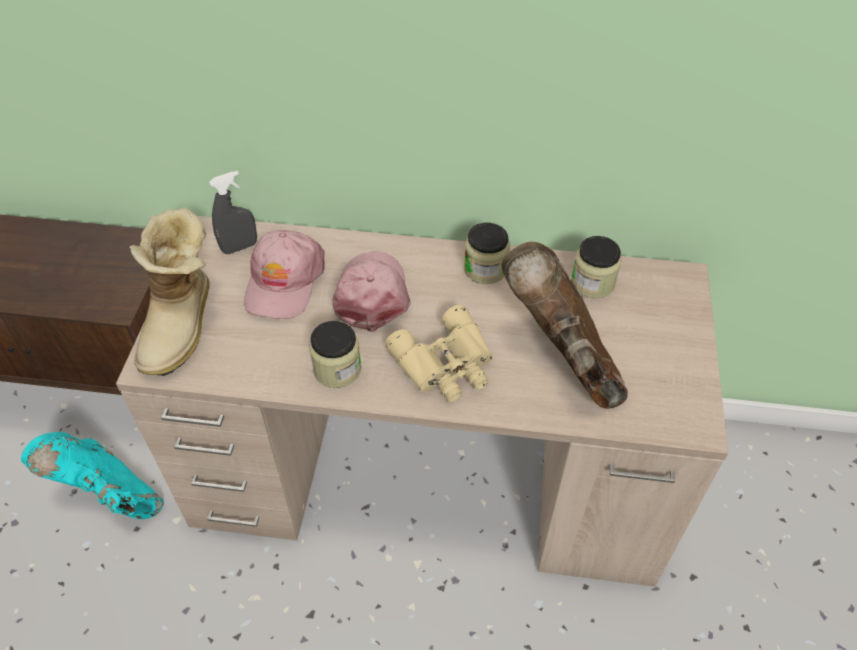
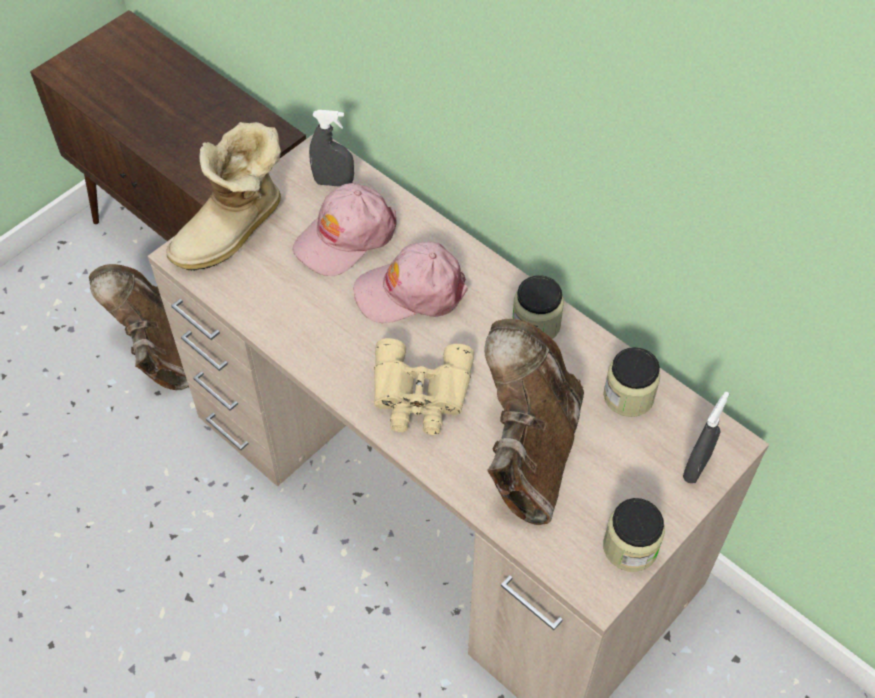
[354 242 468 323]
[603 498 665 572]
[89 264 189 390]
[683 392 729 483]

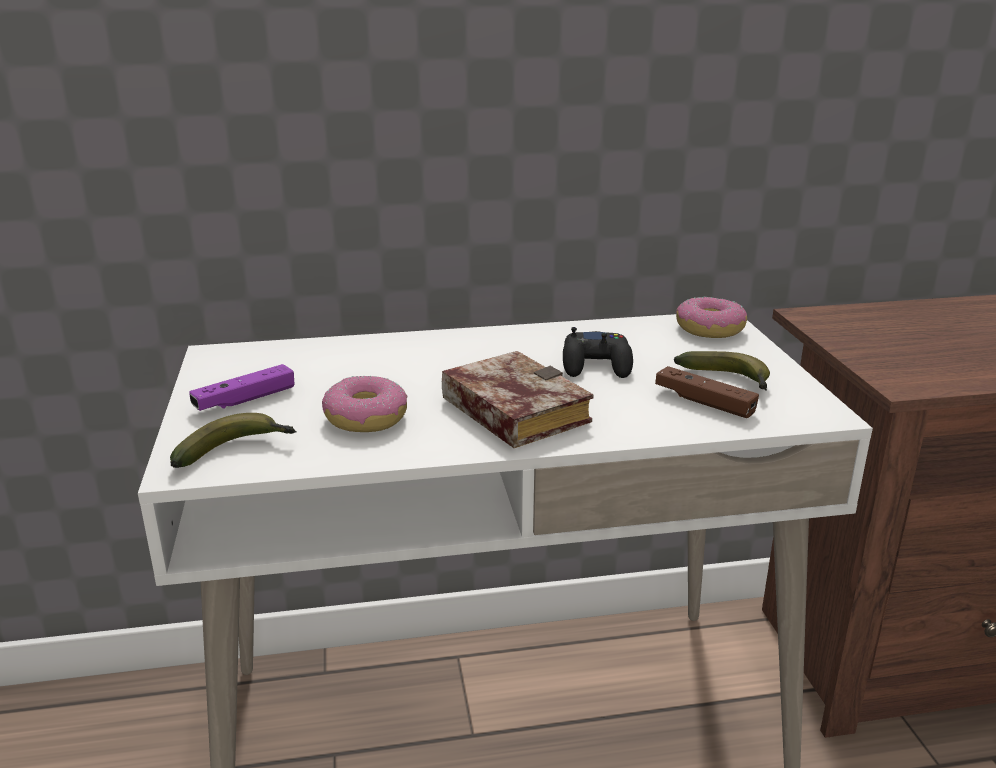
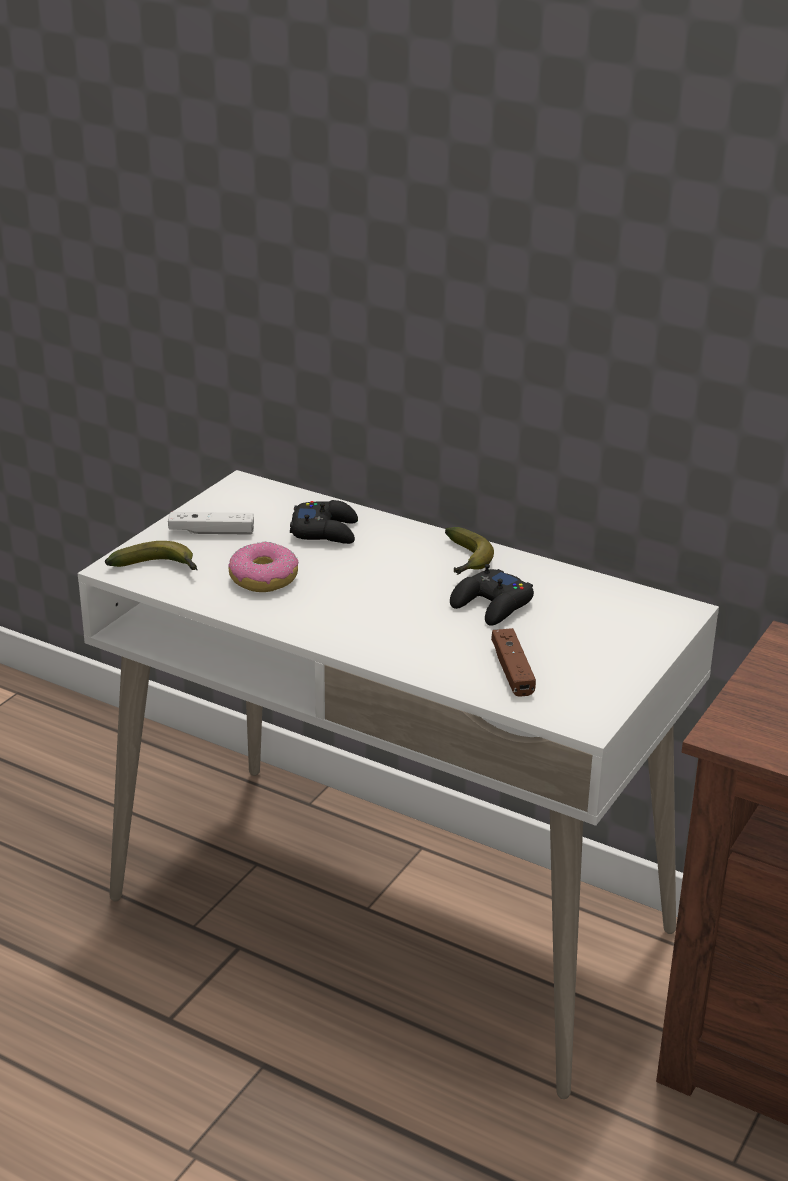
[676 296 747 338] (first image)
[442 351 594 448] (first image)
[445 527 494 575]
[168 512 254 535]
[290 500 358 544]

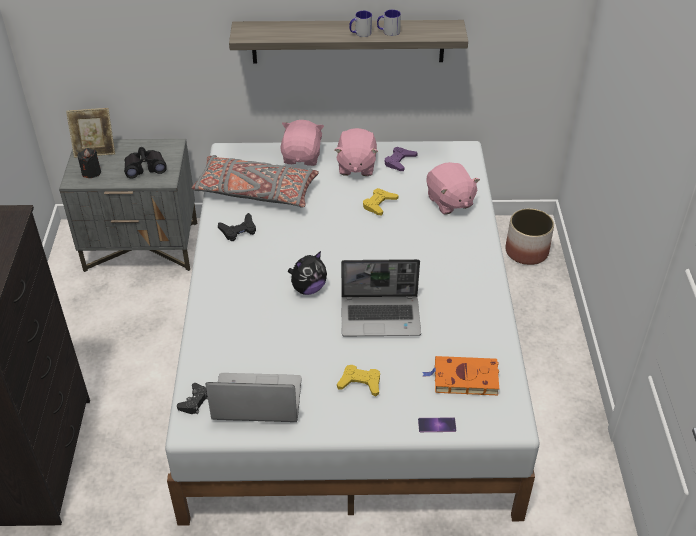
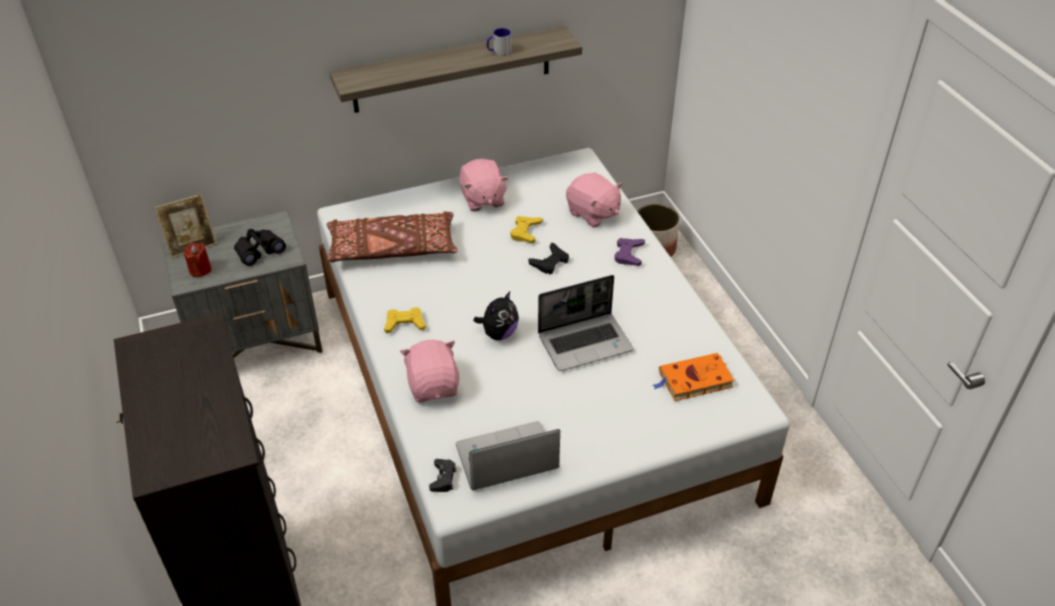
[349 11 372 37] (first image)
[400 340 460 402]
[614 238 645 266]
[184 243 212 277]
[327 211 458 262]
[528 242 569 275]
[384 307 426 333]
[418 417 456 432] (first image)

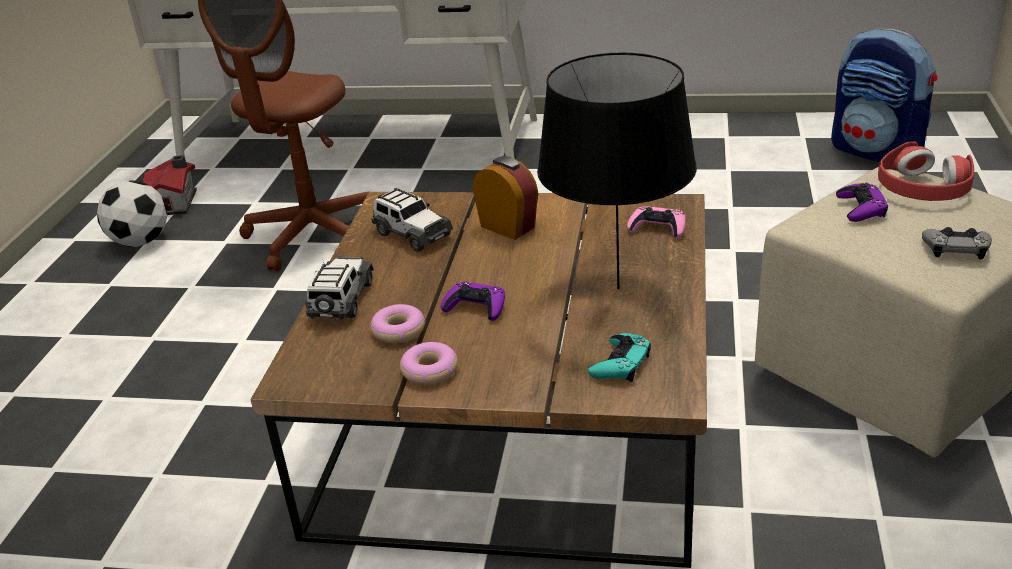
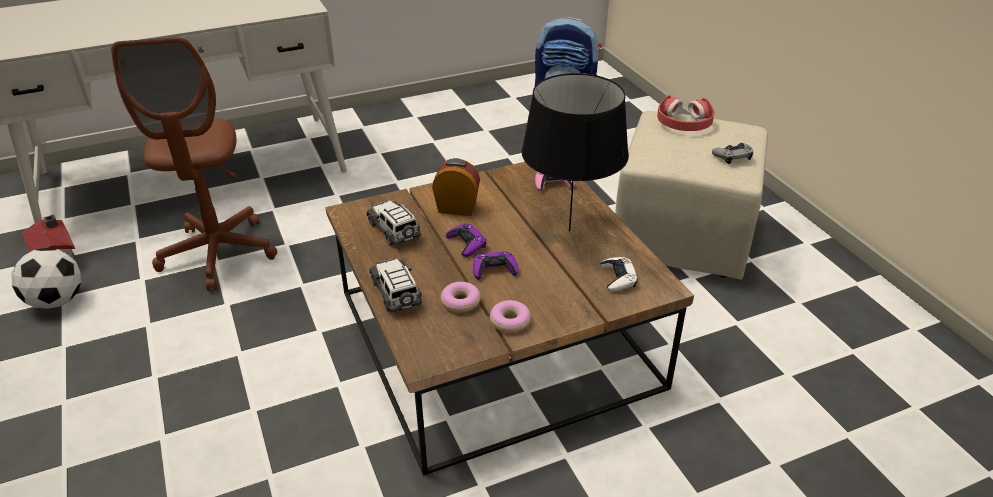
[446 223 486 257]
[366 199 421 246]
[600 257 638 292]

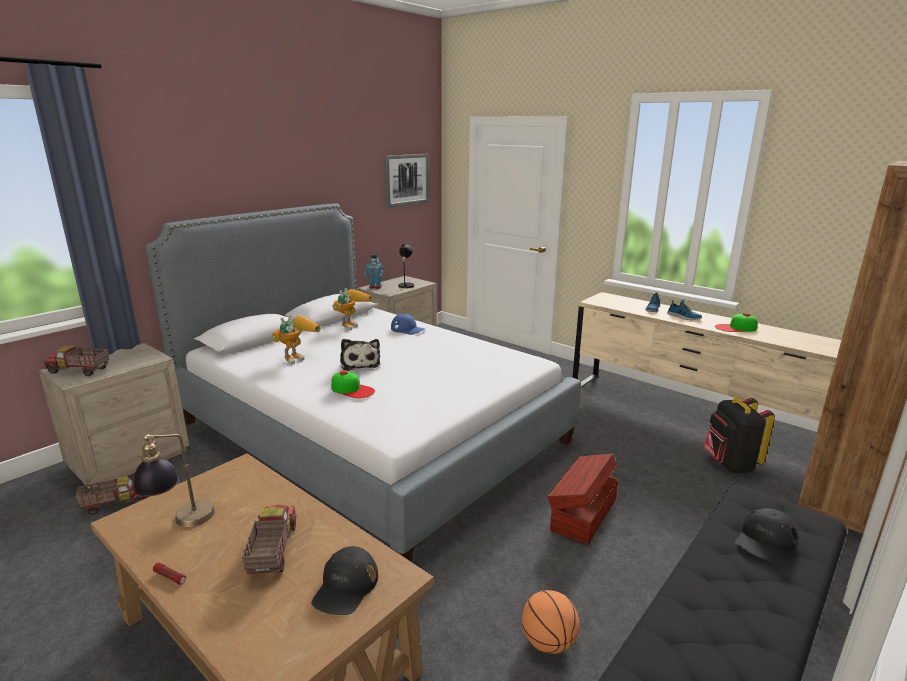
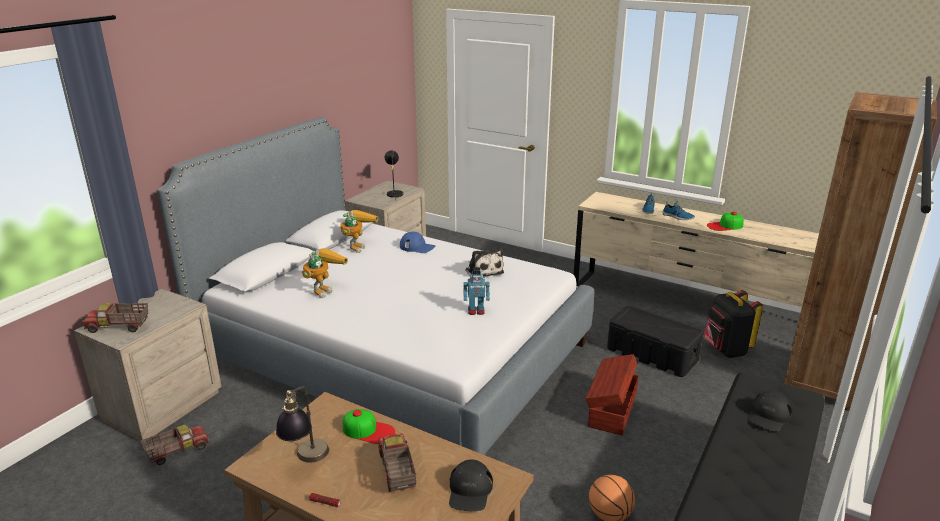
[385 154 429 208] (first image)
[463 267 490 315]
[465 248 504 278]
[343 409 395 444]
[607 306 703 377]

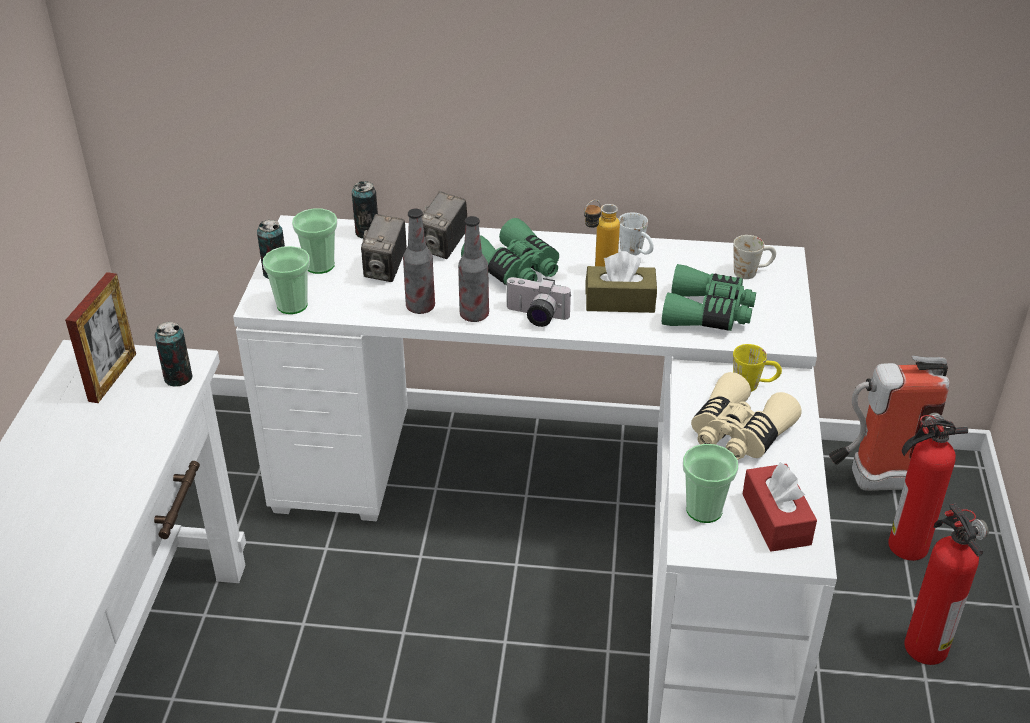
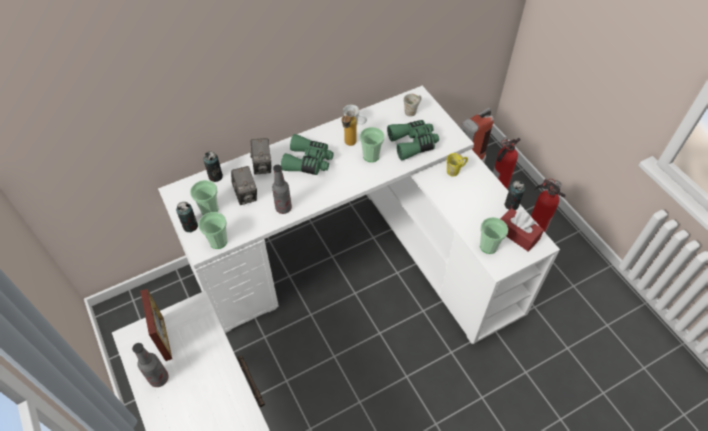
[132 343 168 387]
[360 127 384 162]
[505 277 571 327] (first image)
[504 181 525 210]
[691 372 802 460] (first image)

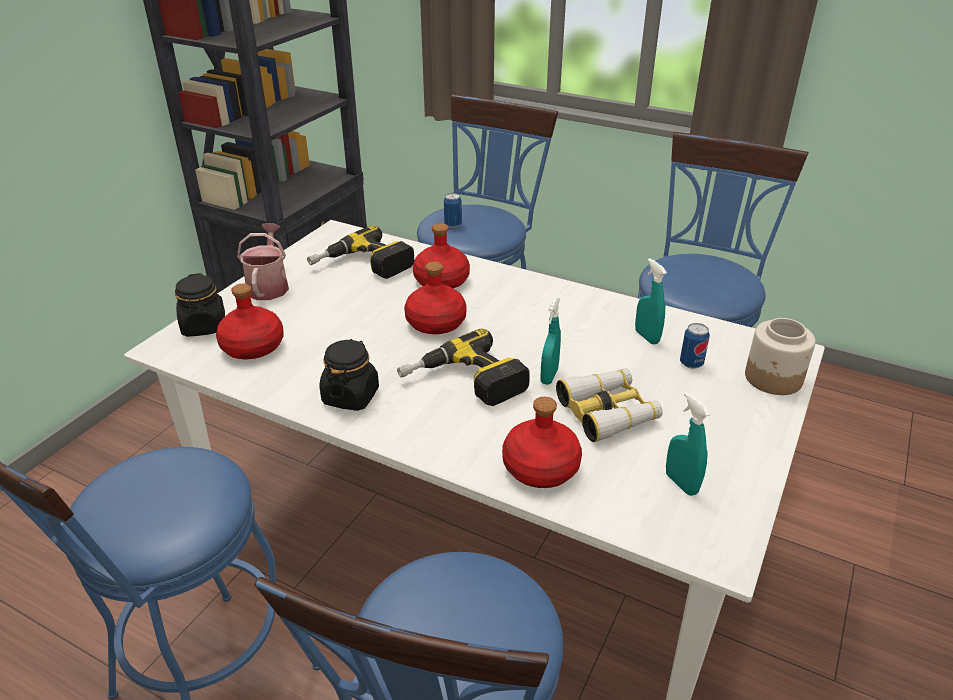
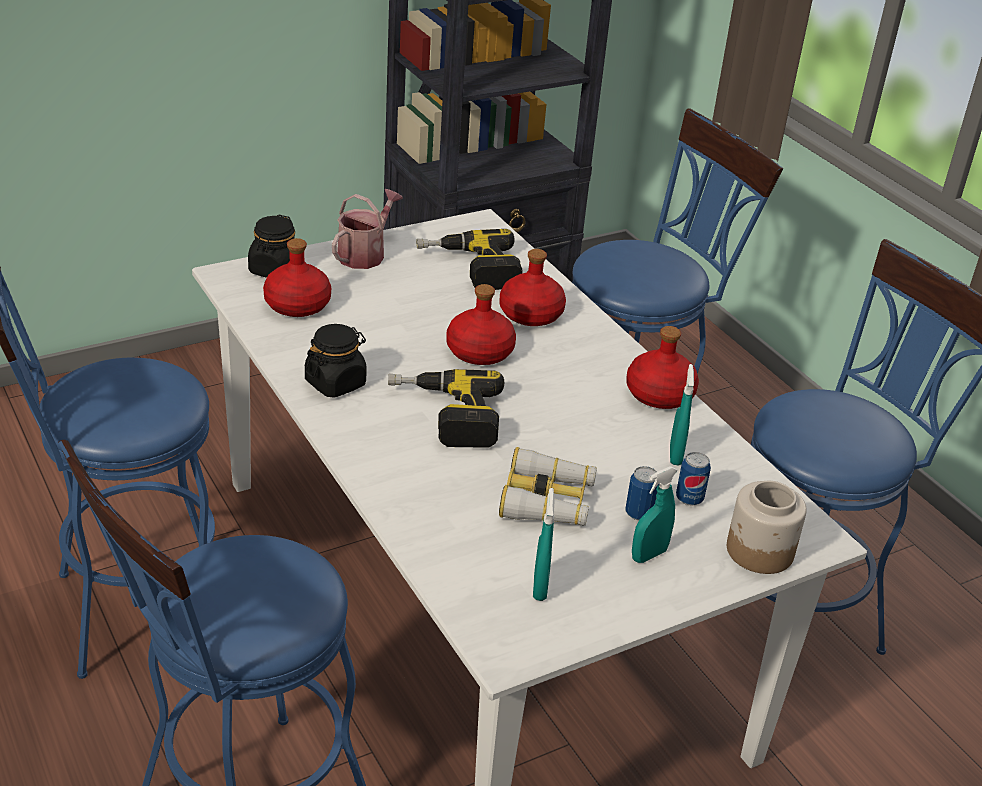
[626 466 660 520]
[632 466 678 563]
[626 326 699 409]

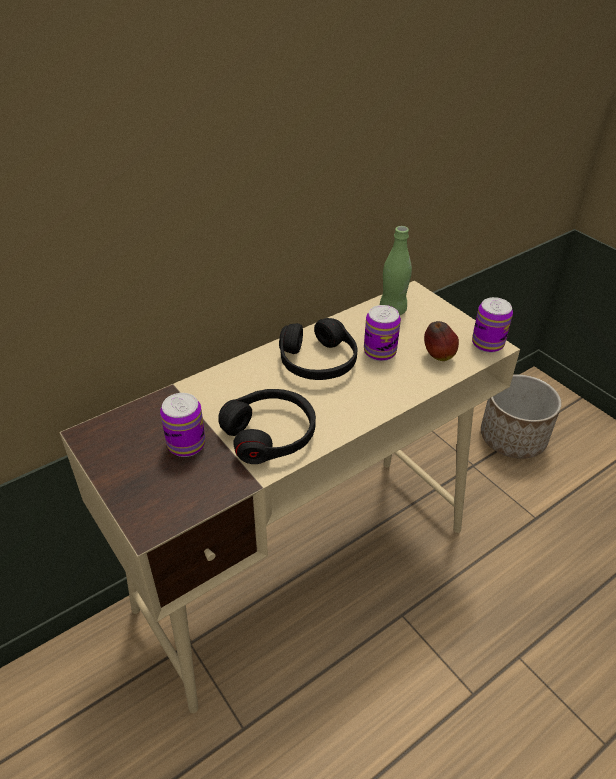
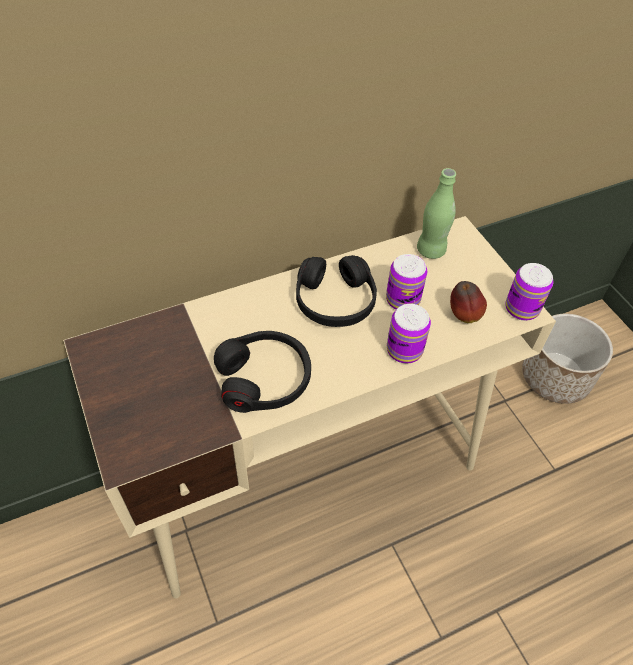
[387 304 431 364]

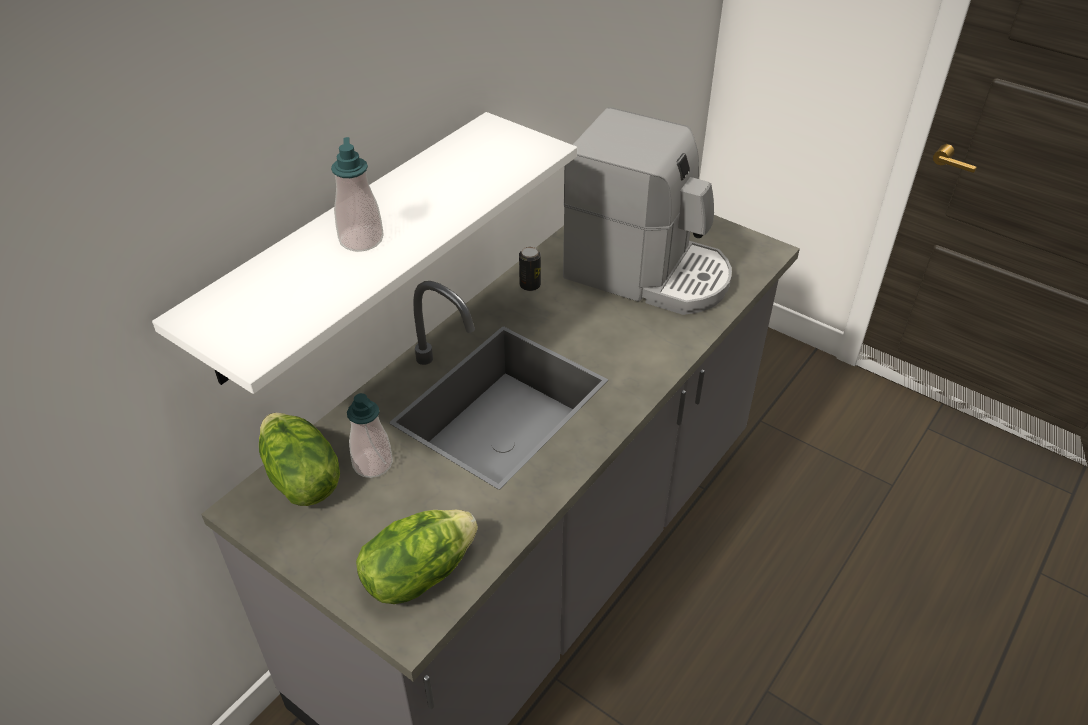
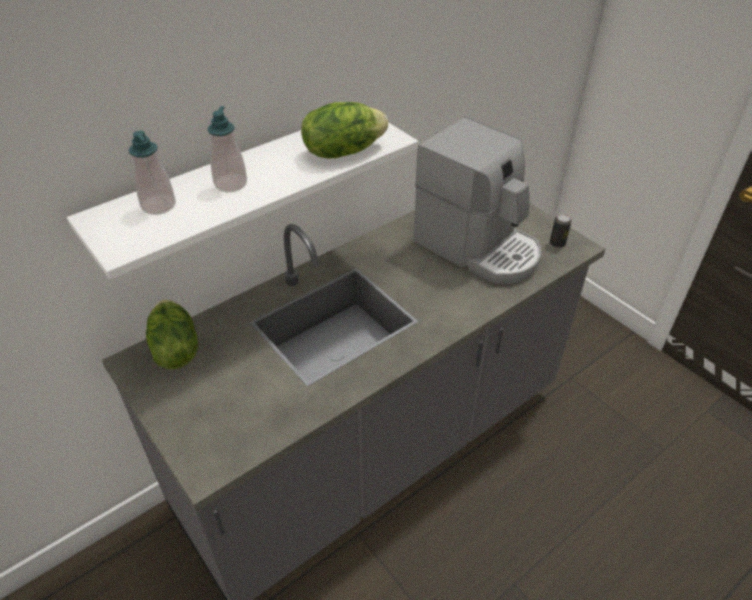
[550 214 572 248]
[129 131 176 215]
[301 102 388 158]

